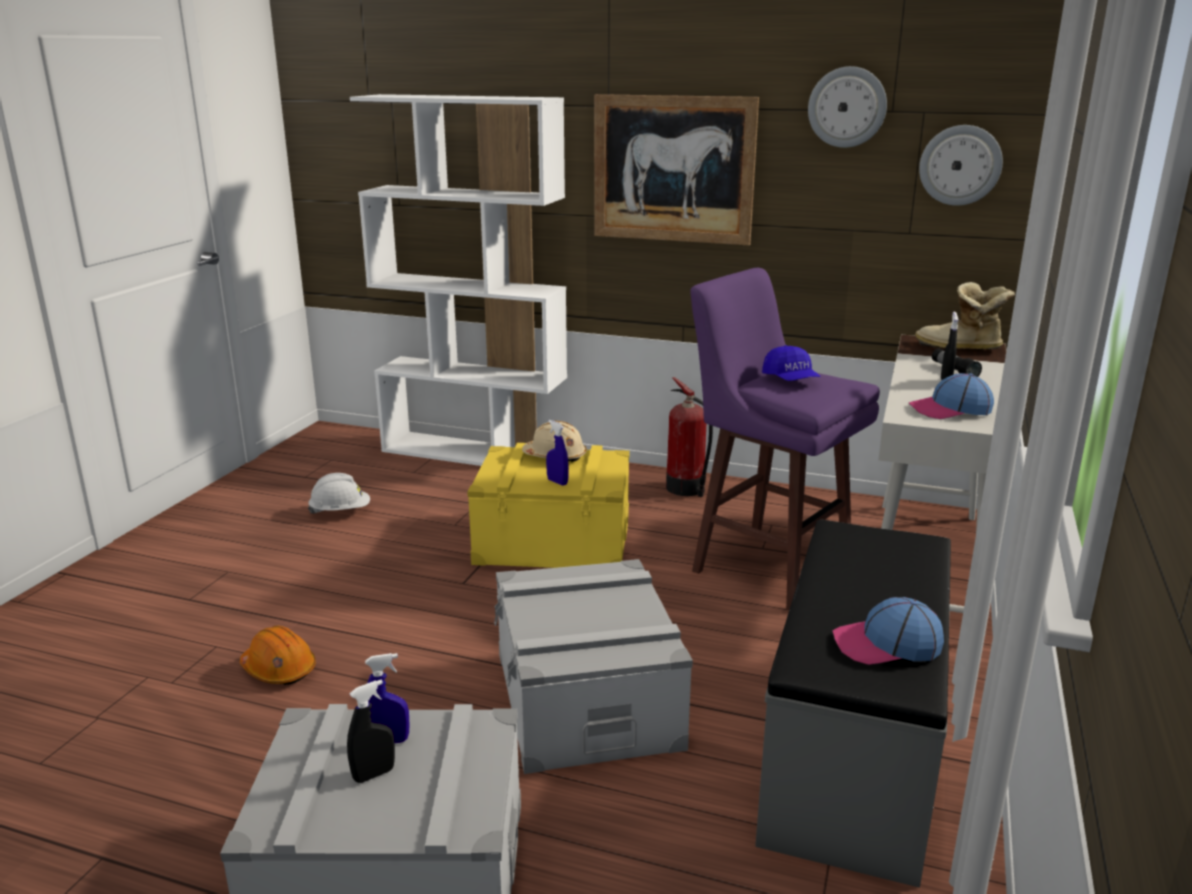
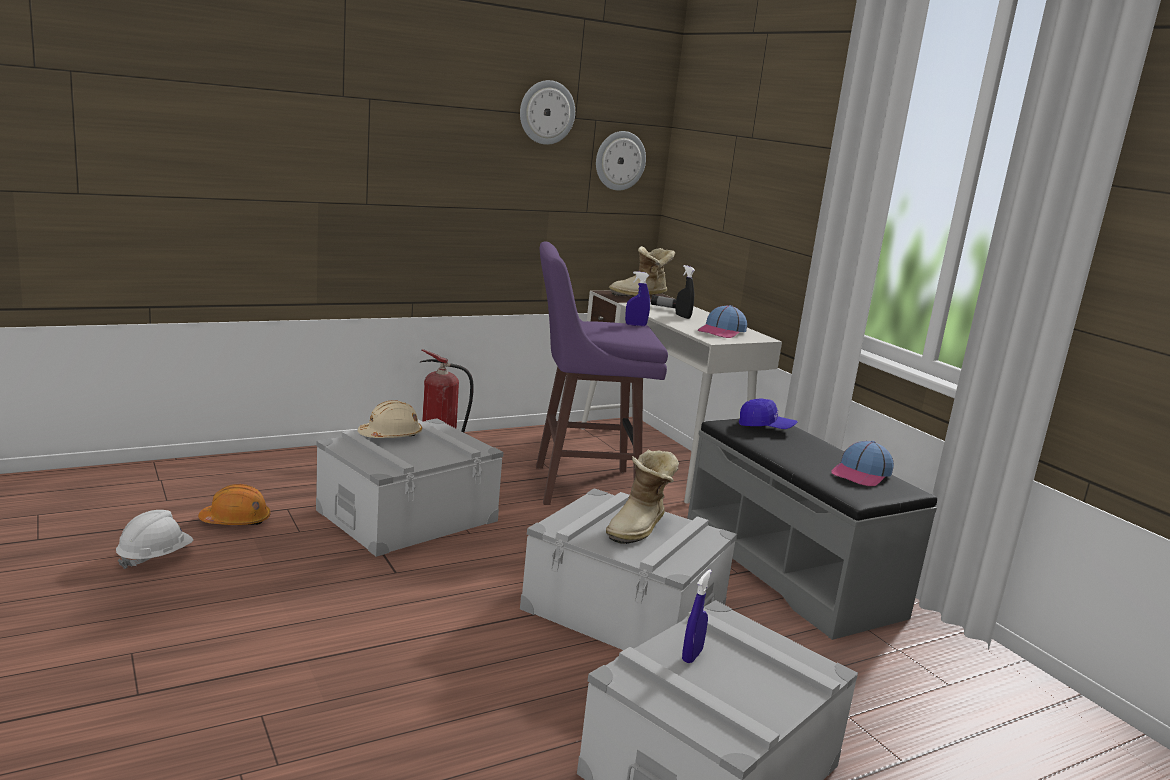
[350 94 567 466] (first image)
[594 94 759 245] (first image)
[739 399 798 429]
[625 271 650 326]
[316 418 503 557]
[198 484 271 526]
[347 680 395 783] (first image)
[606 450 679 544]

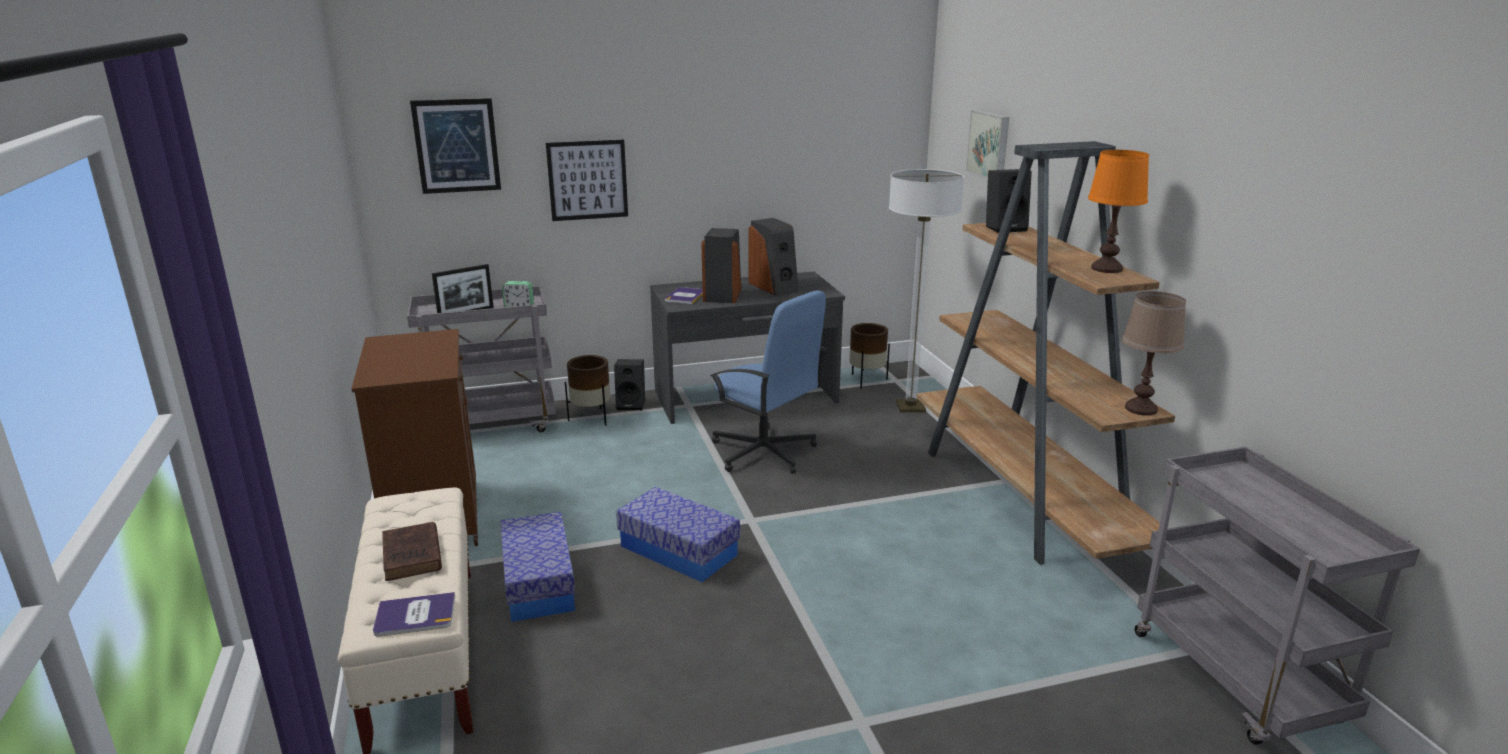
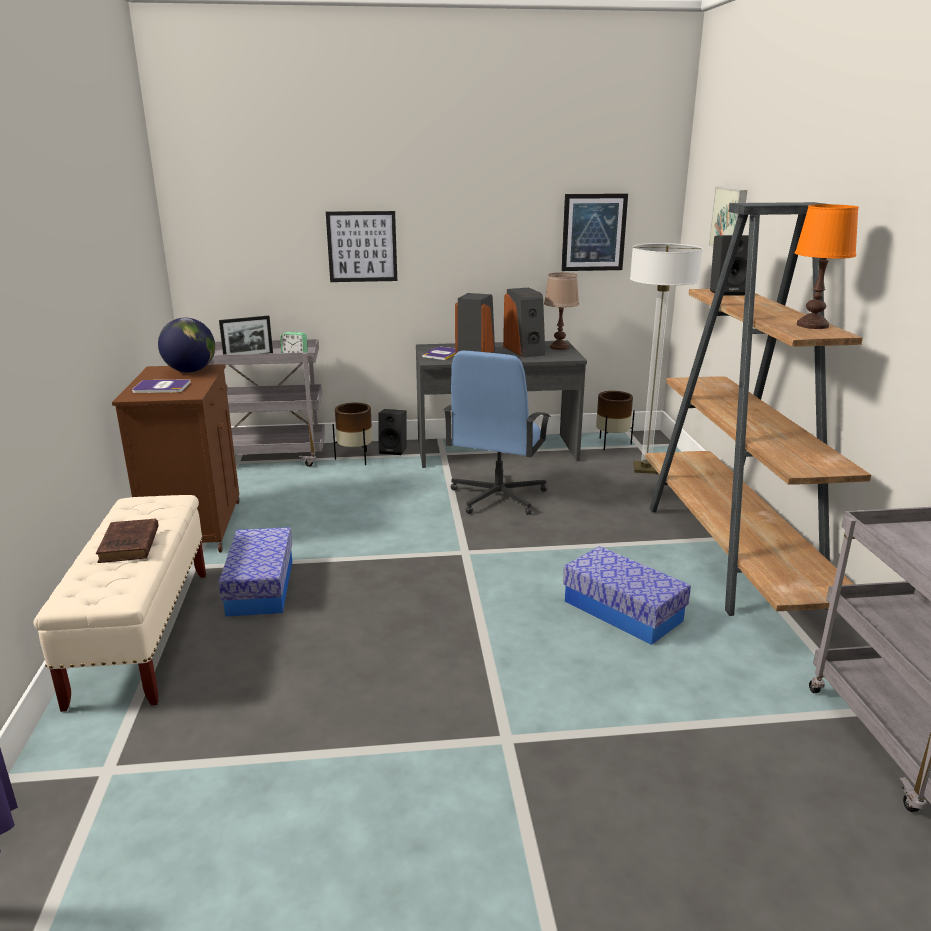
[561 193 628 271]
[444 351 551 515]
[544 273 579 350]
[563 546 691 645]
[132 379 191 393]
[158 318 215 373]

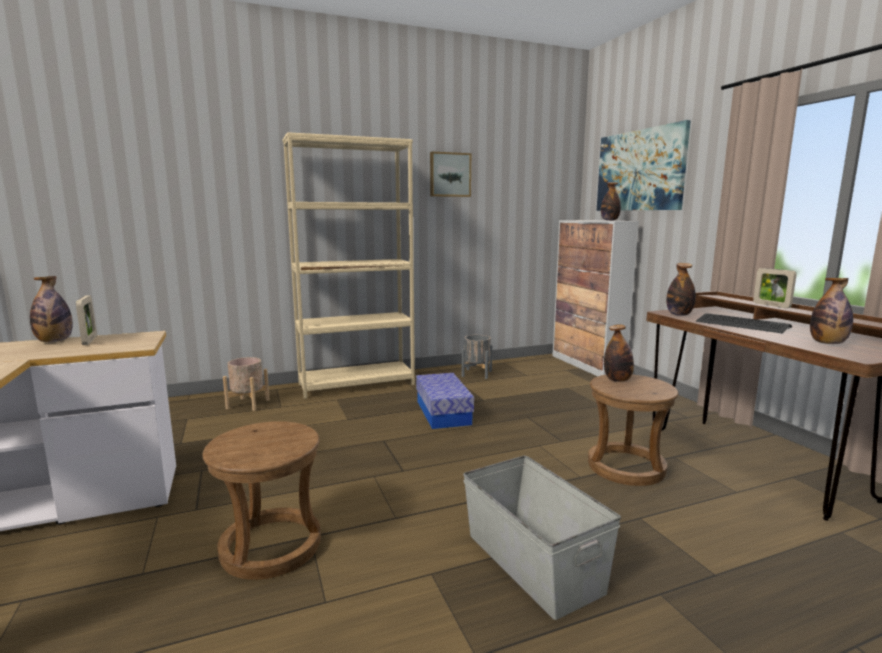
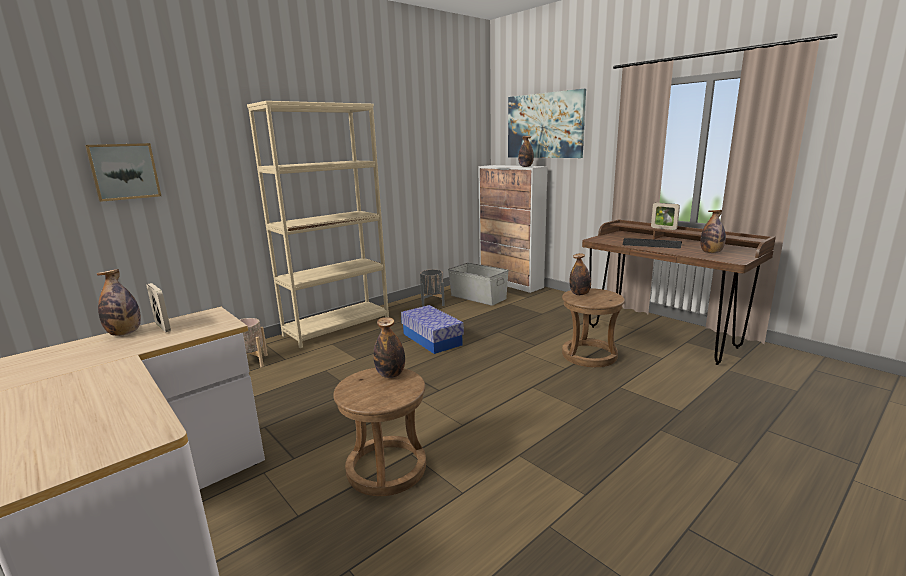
[85 143 161 202]
[373 317 405 378]
[448 263 509 306]

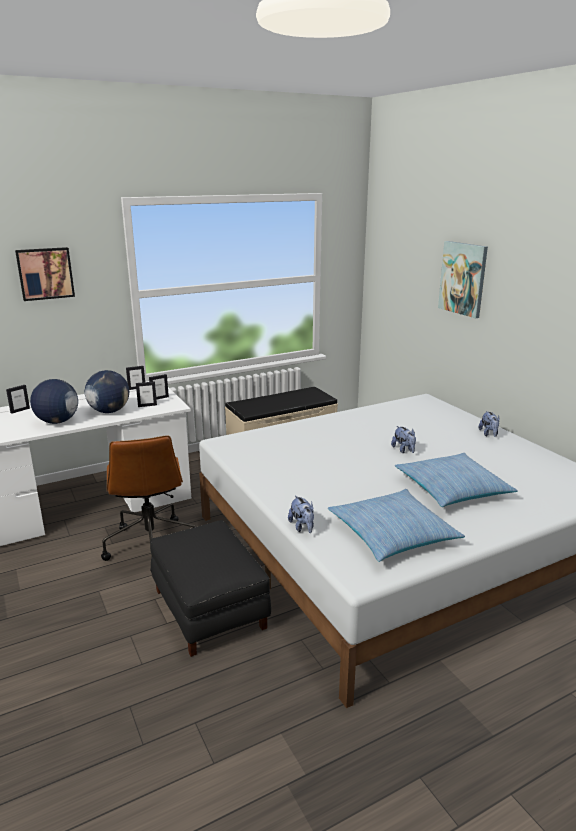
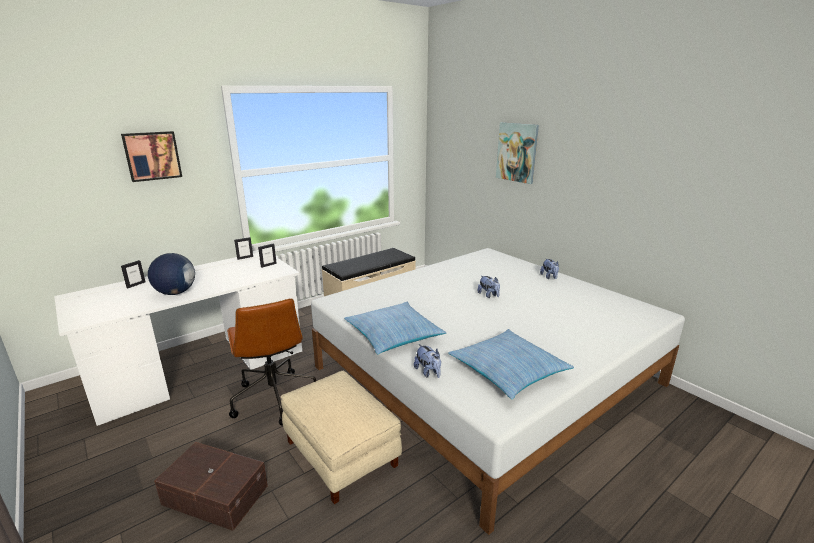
[85 370 129 413] (first image)
[136 381 157 407] (first image)
[344 302 446 354]
[281 371 402 504]
[154 442 268 531]

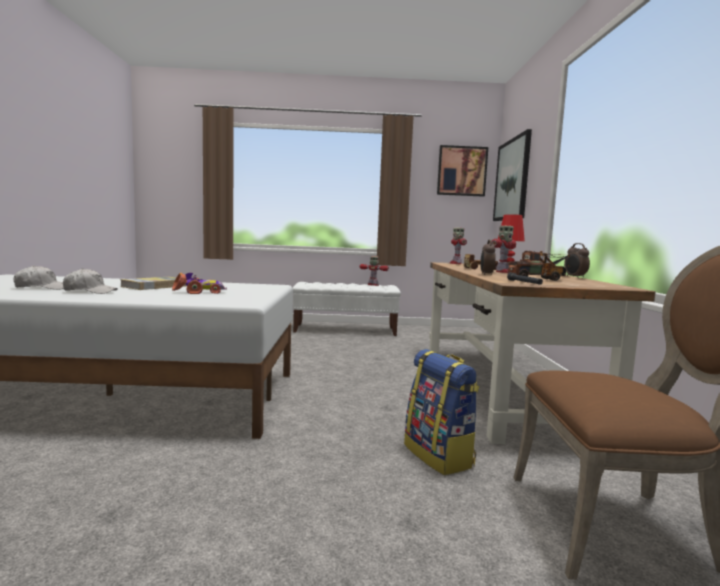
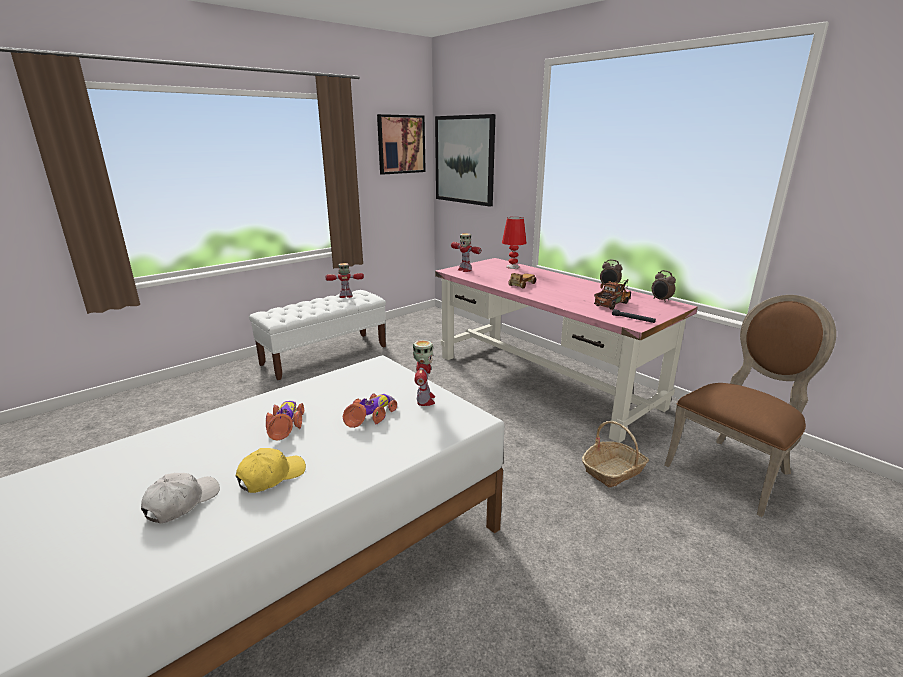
[413 340 435 406]
[652 270 676 301]
[435 258 698 443]
[236 448 306 493]
[266 401 304 441]
[582 421 649 487]

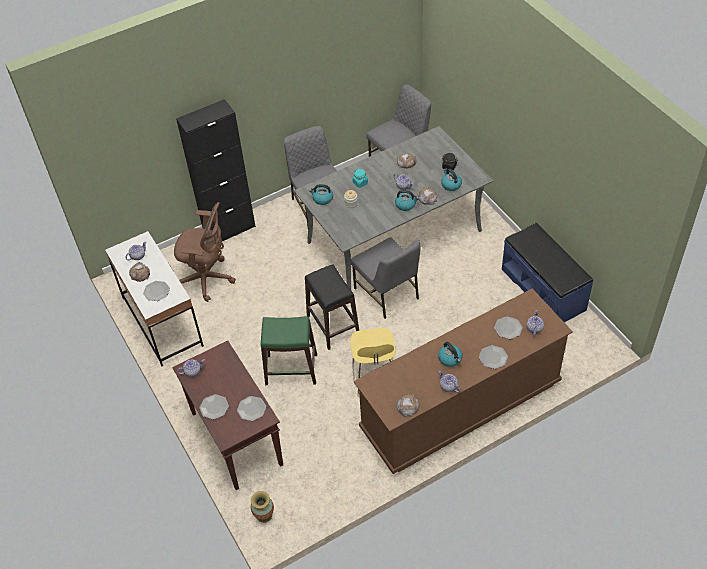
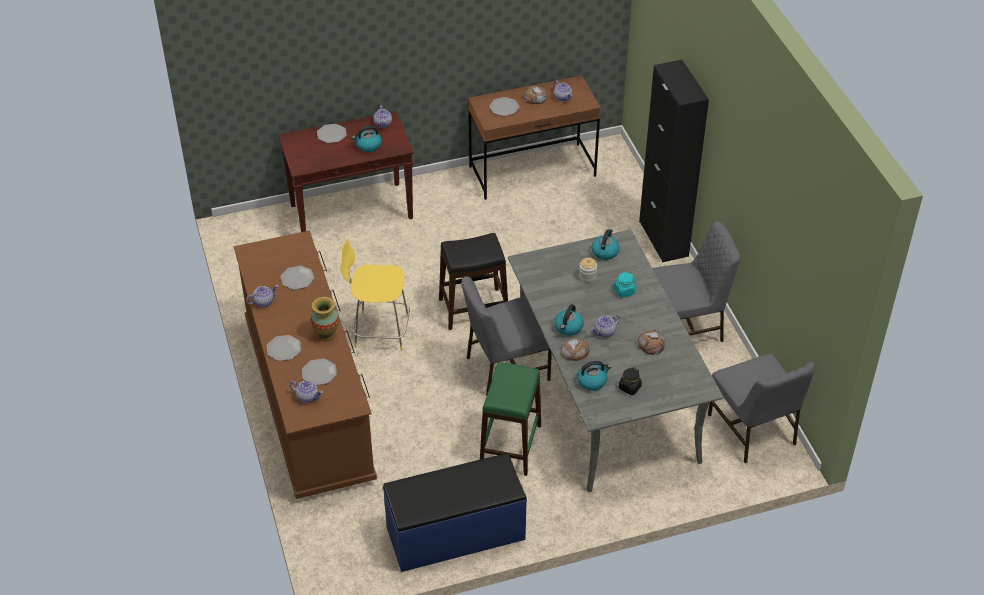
[174 202 236 302] (first image)
[468 76 601 200]
[480 362 541 476]
[352 125 382 152]
[397 394 421 417] (first image)
[281 266 314 290]
[311 297 339 342]

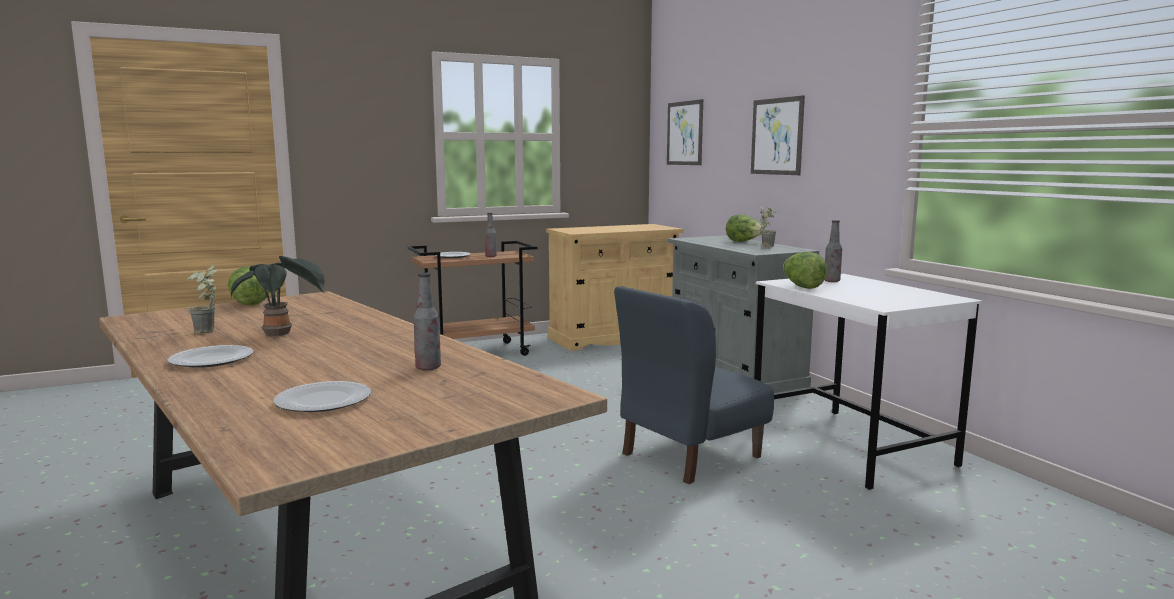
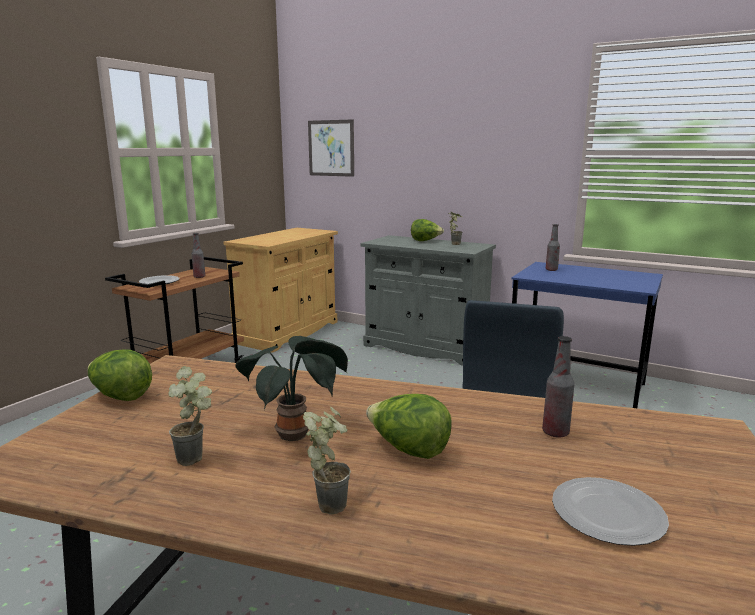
[751 95 805 175] (first image)
[366 394 452 459]
[511 262 663 408]
[303 407 351 515]

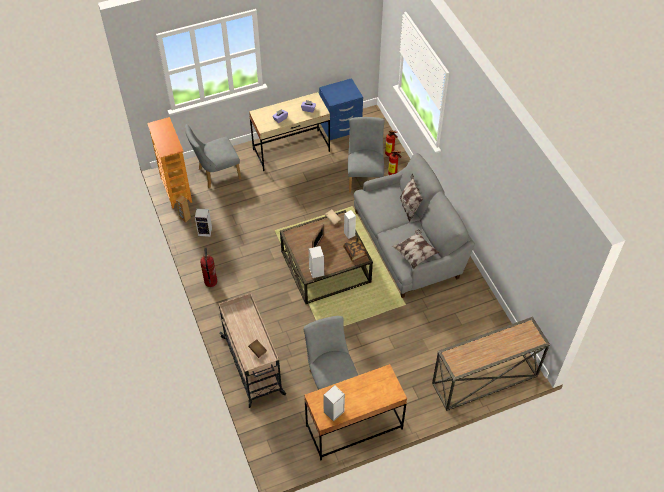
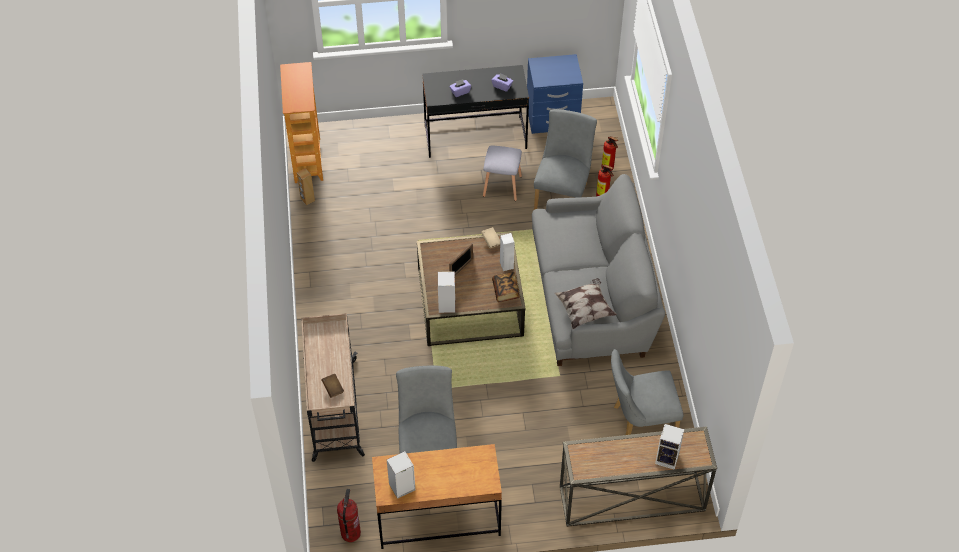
[422 65 529 158]
[611 349 684 435]
[400 173 423 222] (first image)
[655 424 685 470]
[337 489 361 542]
[483 145 522 201]

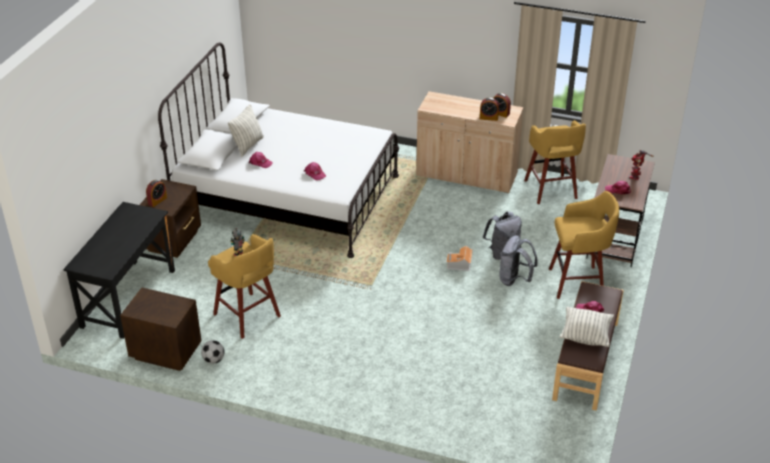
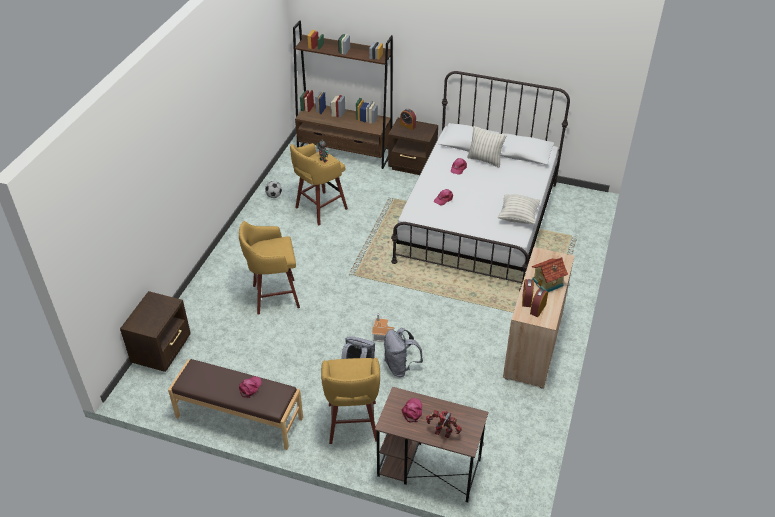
[239 221 300 315]
[293 20 393 169]
[120 291 191 372]
[498 194 540 224]
[532 257 568 292]

